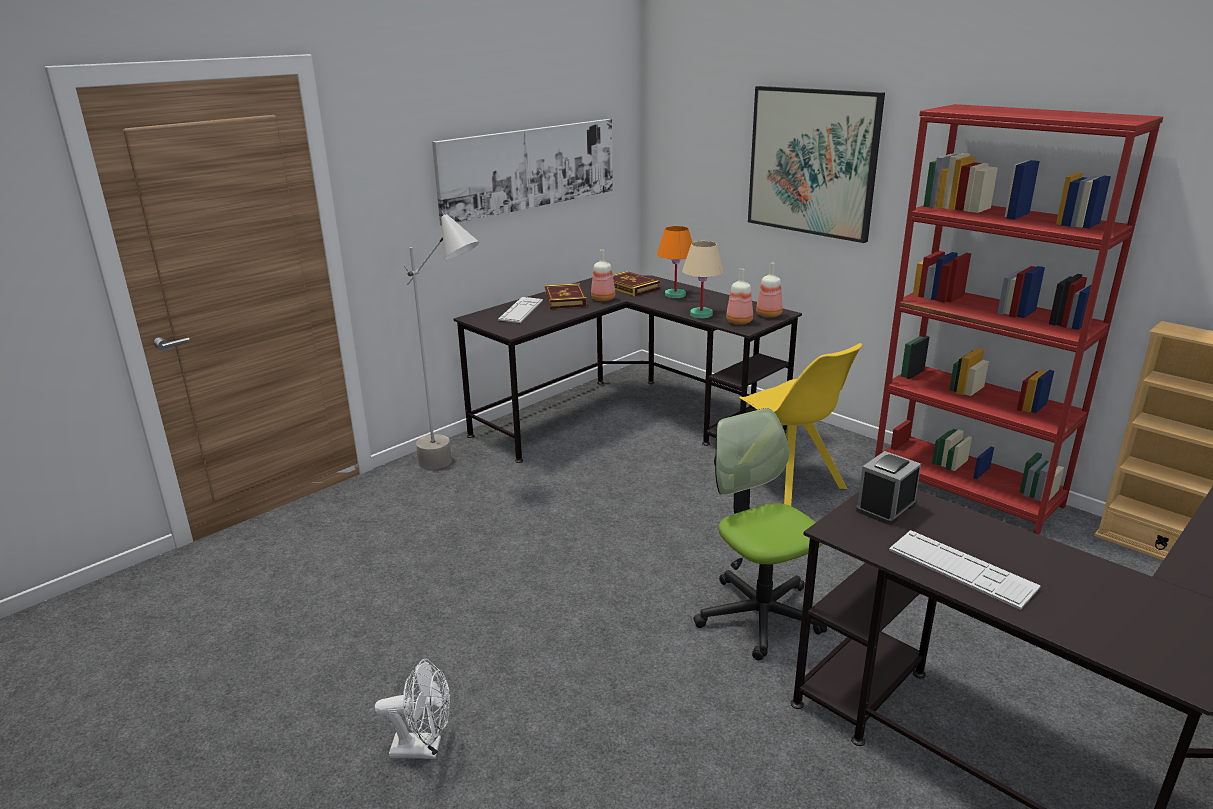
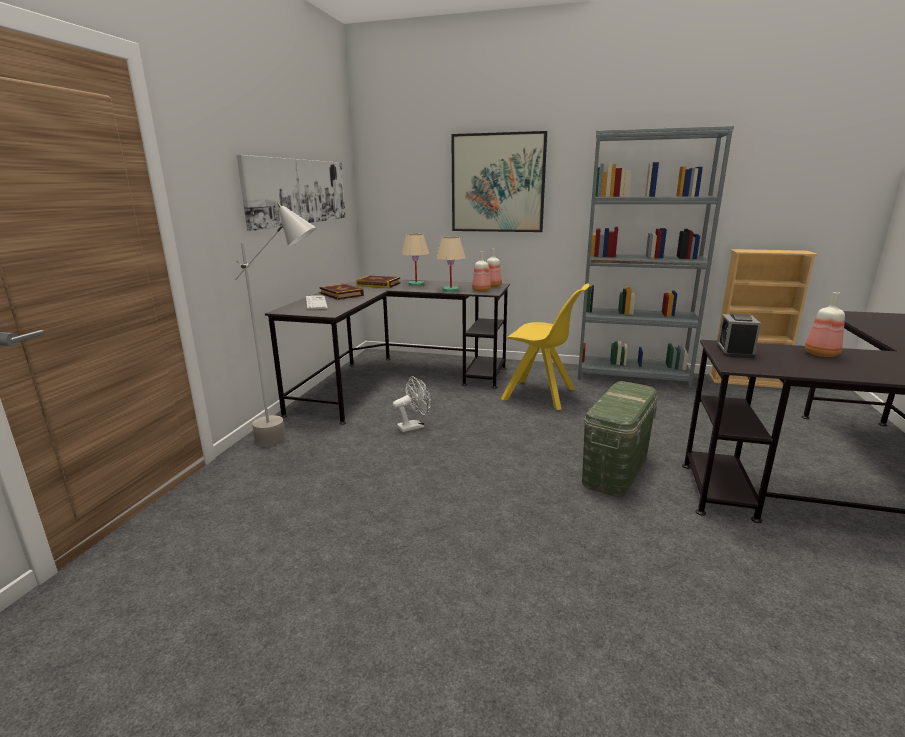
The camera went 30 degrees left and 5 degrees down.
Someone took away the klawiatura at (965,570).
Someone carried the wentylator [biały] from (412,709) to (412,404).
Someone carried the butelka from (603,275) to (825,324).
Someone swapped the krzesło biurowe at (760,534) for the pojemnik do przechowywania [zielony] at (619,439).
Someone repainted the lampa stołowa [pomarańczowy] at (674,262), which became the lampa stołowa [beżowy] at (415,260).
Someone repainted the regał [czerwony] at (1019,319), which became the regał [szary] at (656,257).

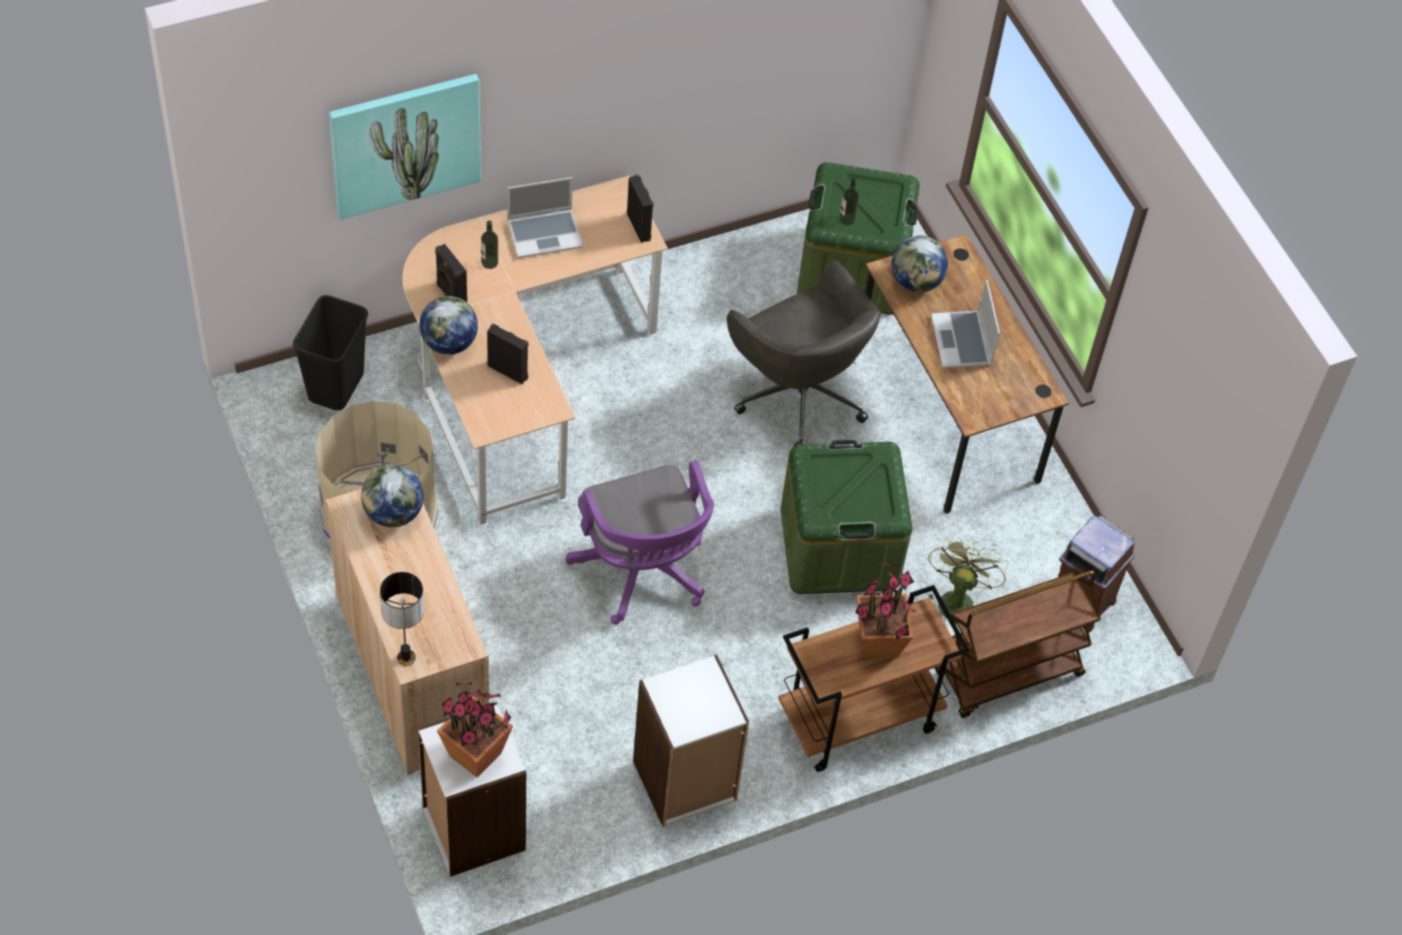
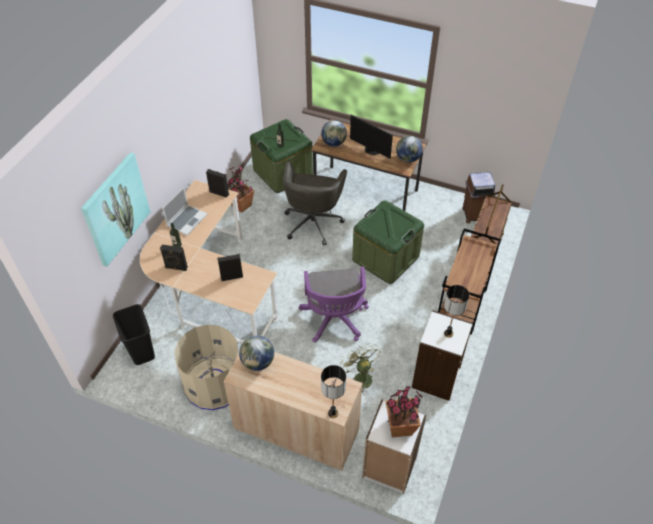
The camera went 40 degrees left and 5 degrees down.
Someone put down the lampa stołowa at (456,311).
Someone carried the globus from (448,325) to (409,149).
Someone carried the roślina doniczkowa from (885,610) to (241,189).
Someone carried the wentylator [zielony] from (968,579) to (360,368).
Someone swapped the laptop at (965,324) for the monitor at (371,136).
Someone rotated the krzesło biurowe [fioletowy] at (639,542) by 60 degrees clockwise.
Someone rotated the krzesło biurowe [szary] at (804,354) by 90 degrees clockwise.

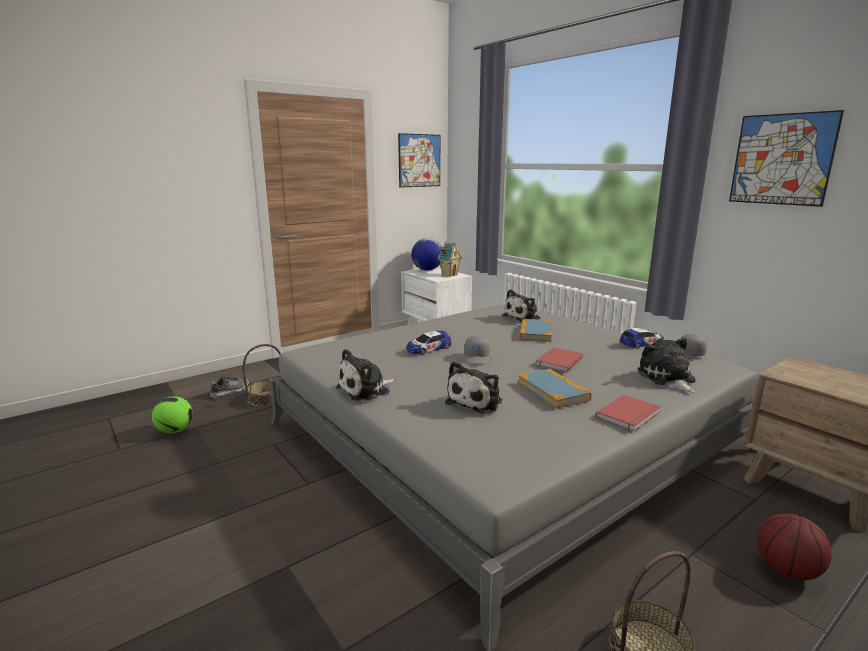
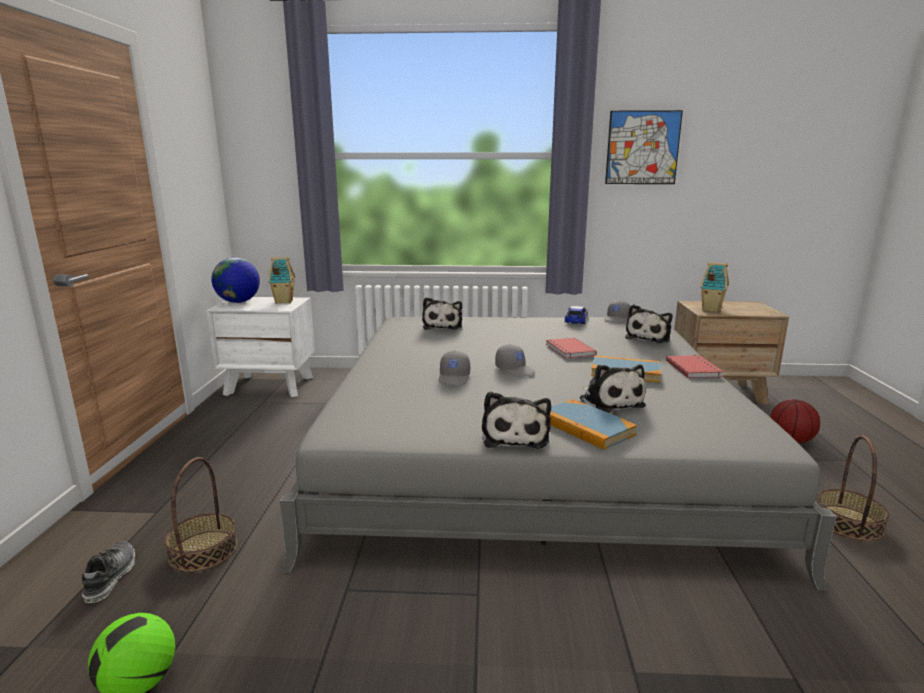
The camera went 50 degrees left and 0 degrees up.
Someone took away the obraz at (419,160).
Someone put down the domek at (714,287).
Someone carried the książka from (536,330) to (593,424).
Someone swapped the samochodzik at (428,342) for the czapka z daszkiem [szary] at (454,367).
Someone rotated the pluszak at (667,365) by 90 degrees counterclockwise.

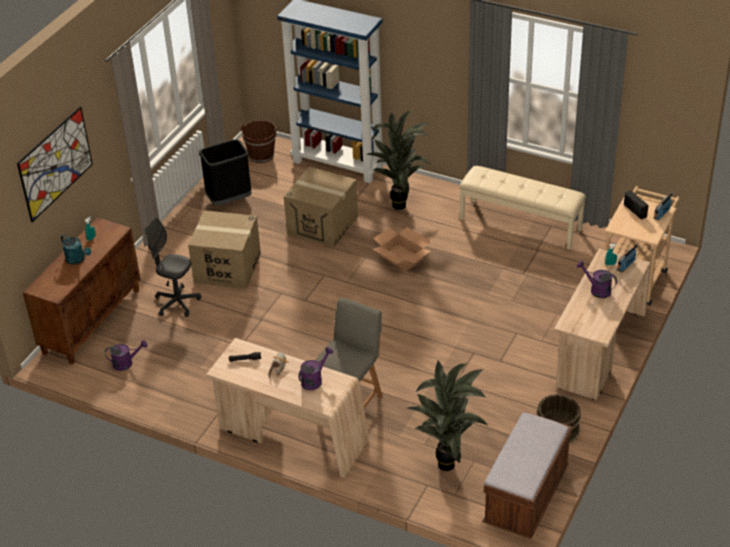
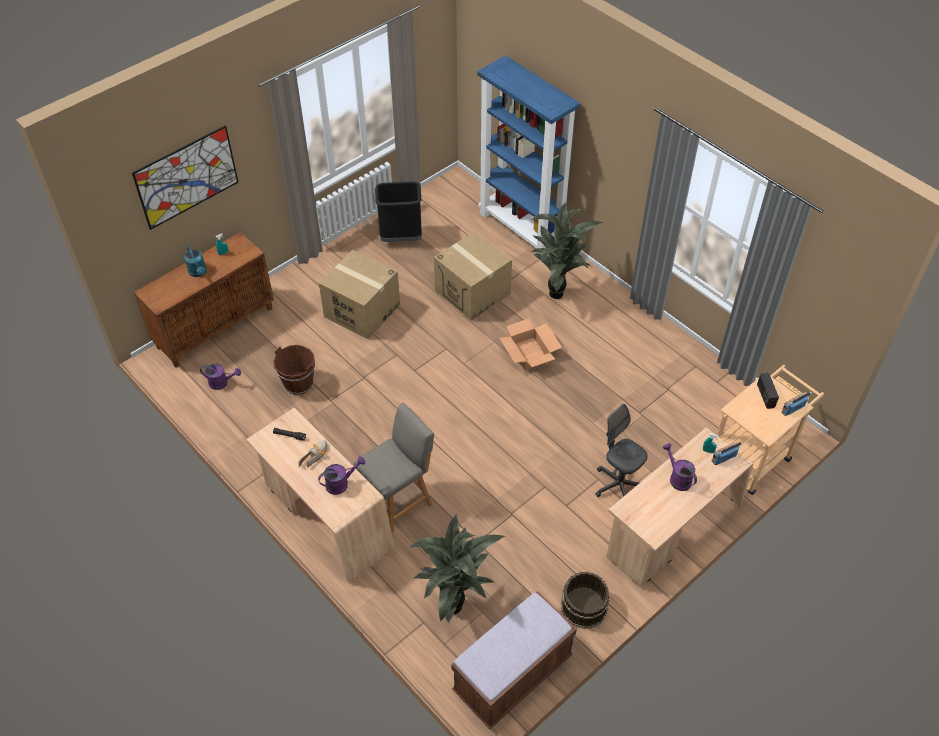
The camera went 20 degrees right and 10 degrees up.
Someone took away the ławka [beżowy] at (522,207).
Someone carried the krzesło biurowe [szary] from (172,267) to (621,450).
Someone carried the wiadro [brązowy] from (259,141) to (294,370).

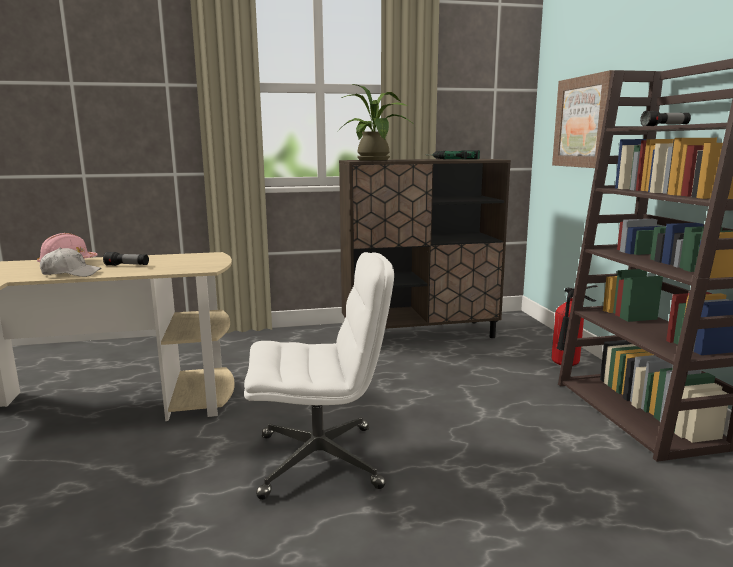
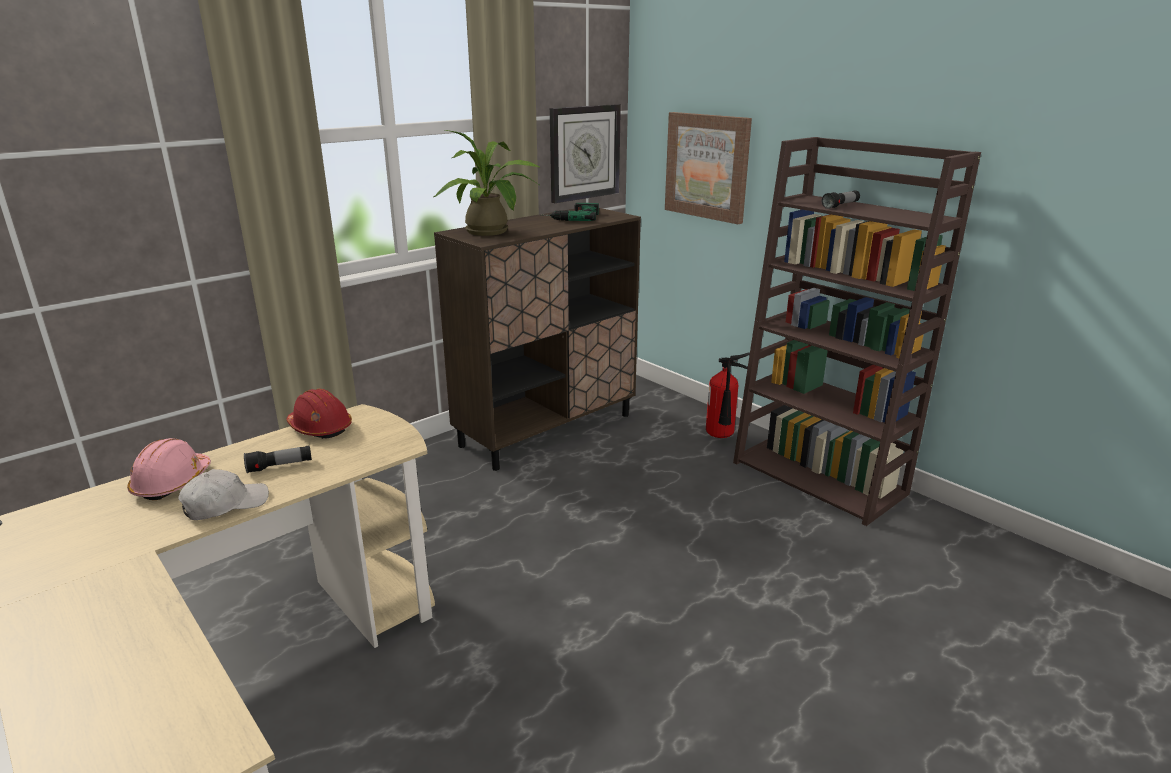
The camera went 30 degrees left and 10 degrees up.
Someone took away the krzesło biurowe [biały] at (319,376).
Someone put down the kask [czerwony] at (319,414).
Someone put up the zegar ścienny at (585,153).

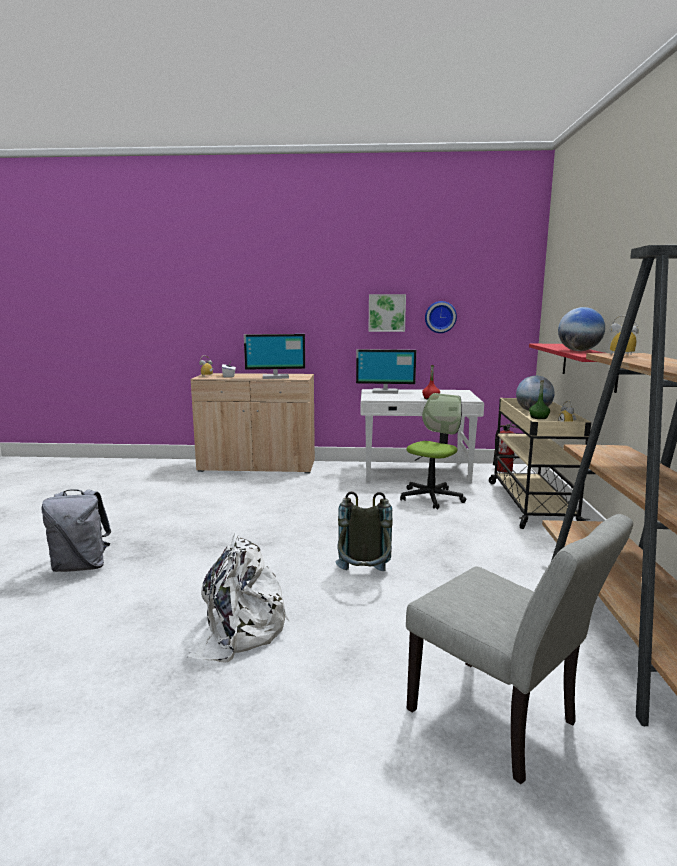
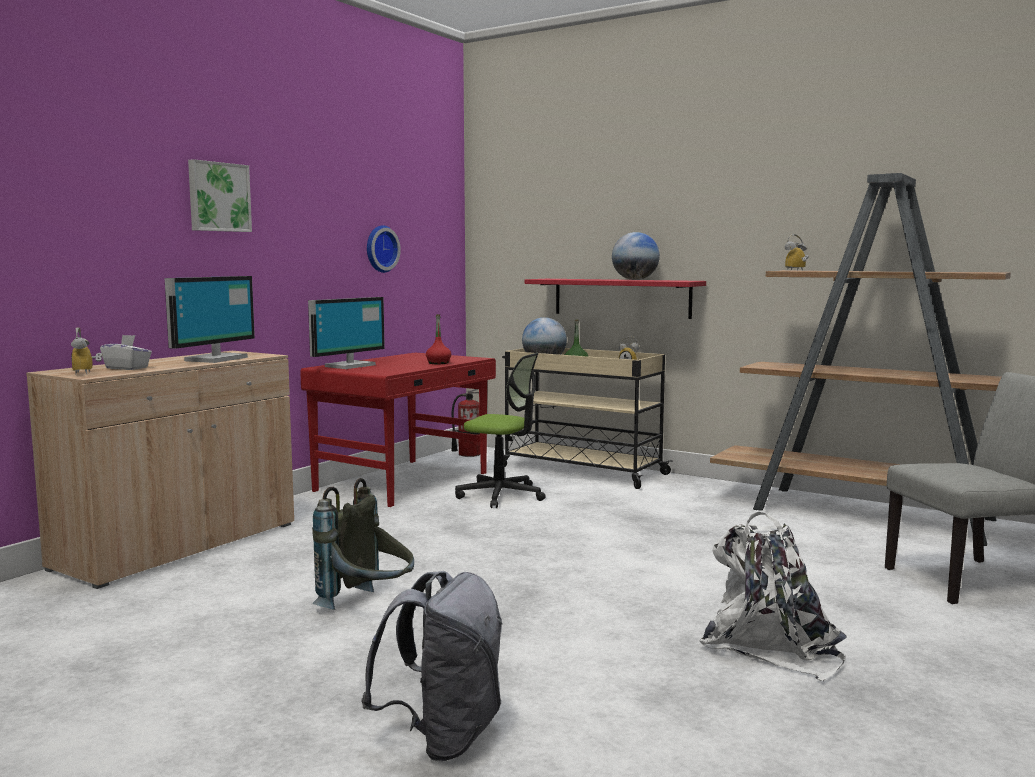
The camera went 60 degrees left and 5 degrees down.
Someone carried the plecak [szary] from (364,531) to (363,544).
Someone carried the obraz from (387,313) to (220,195).
Someone repainted the biurko [biały] at (422,436), which became the biurko [czerwony] at (398,430).
Someone rotated the krzesło biurowe at (433,451) by 135 degrees clockwise.

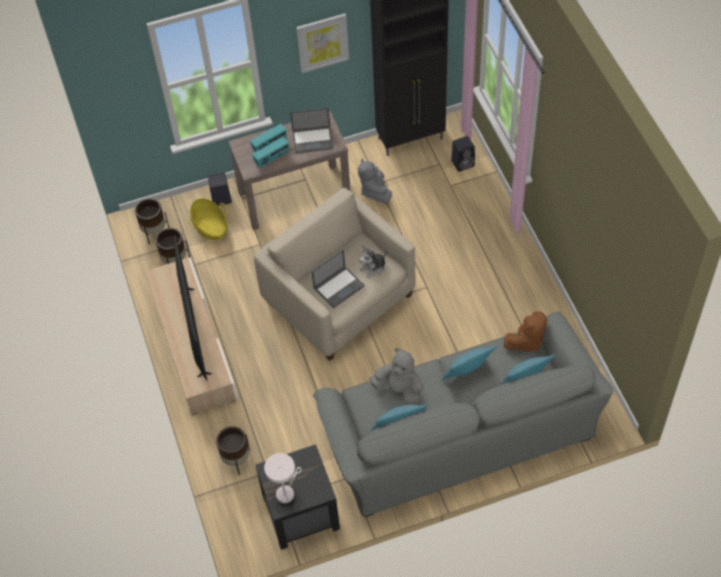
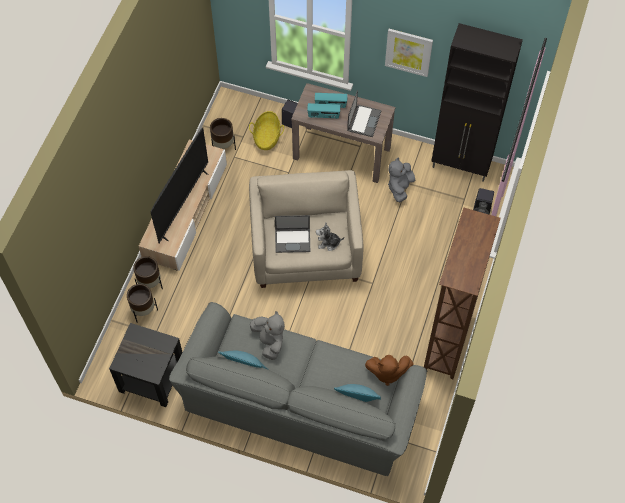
The camera went 35 degrees right and 5 degrees up.
Someone took away the lampa stołowa [biały] at (282,478).
Someone took away the poduszka [turkusowy] at (469,362).
Someone put down the regał [brązowy] at (462,293).
Someone carried the donica [brązowy] from (152,221) to (148,272).
Someone rotated the laptop at (311,131) by 105 degrees counterclockwise.

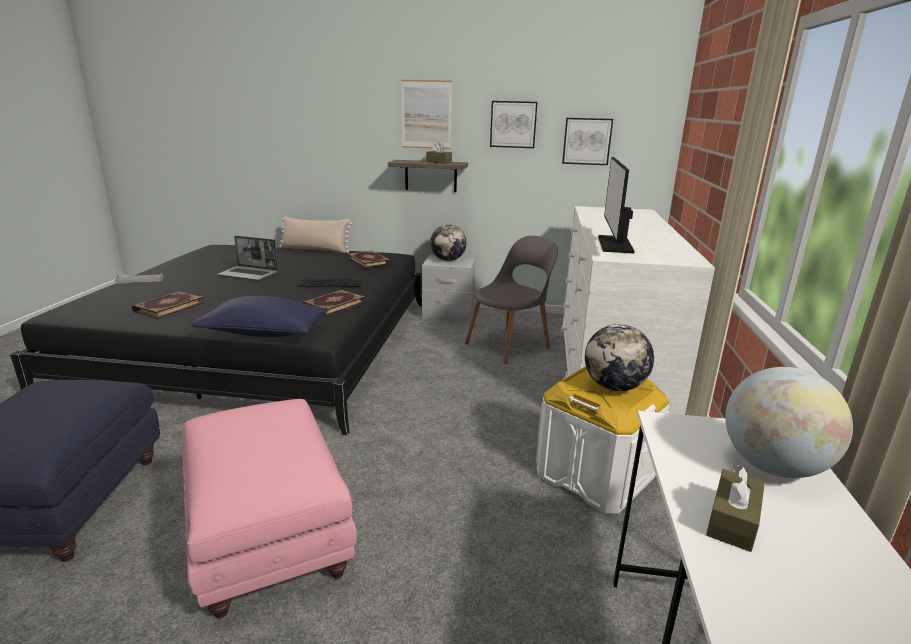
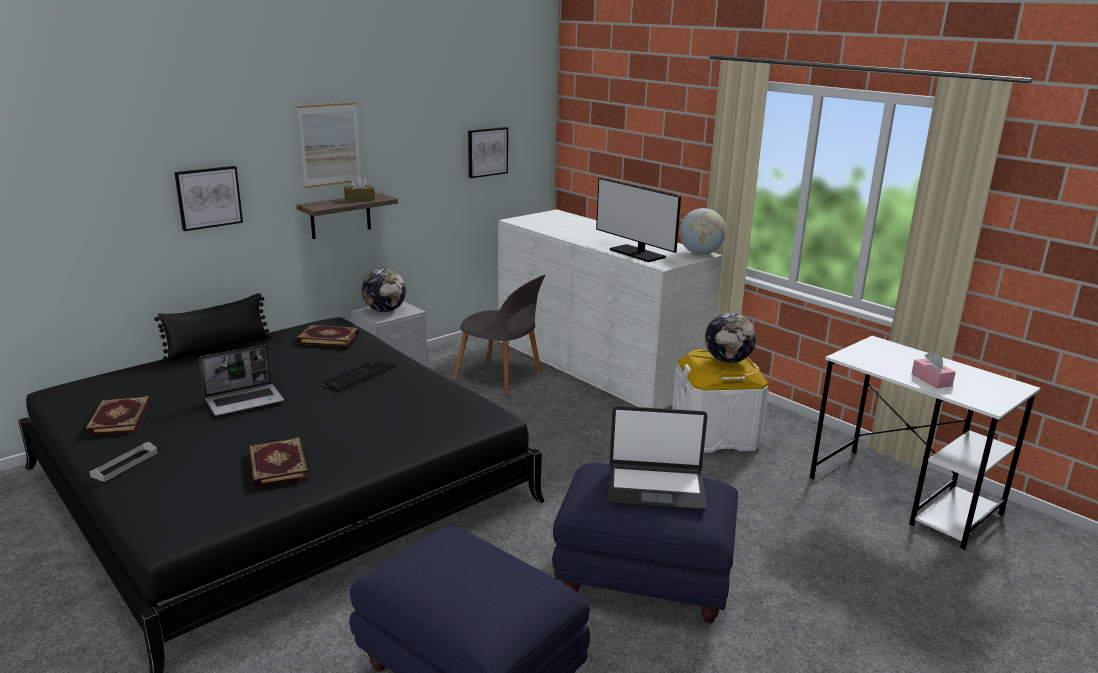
The camera went 50 degrees left and 0 degrees up.
Someone took away the poduszka [niebieski] at (259,316).
Someone put down the laptop at (657,458).
Someone carried the książka from (334,303) to (117,416).
Someone carried the obraz from (514,124) to (208,198).
Someone carried the globus from (789,422) to (702,231).
Someone repainted the pufa [różowy] at (269,508), which became the pufa [niebieski] at (645,543).
Someone repainted the poduszka [beżowy] at (315,234), which became the poduszka [czarny] at (213,327).
Someone repainted the pudełko chusteczek [brązowy] at (735,508), which became the pudełko chusteczek [różowy] at (933,370).
Someone rotated the krzesło [szary] at (511,300) by 120 degrees clockwise.

